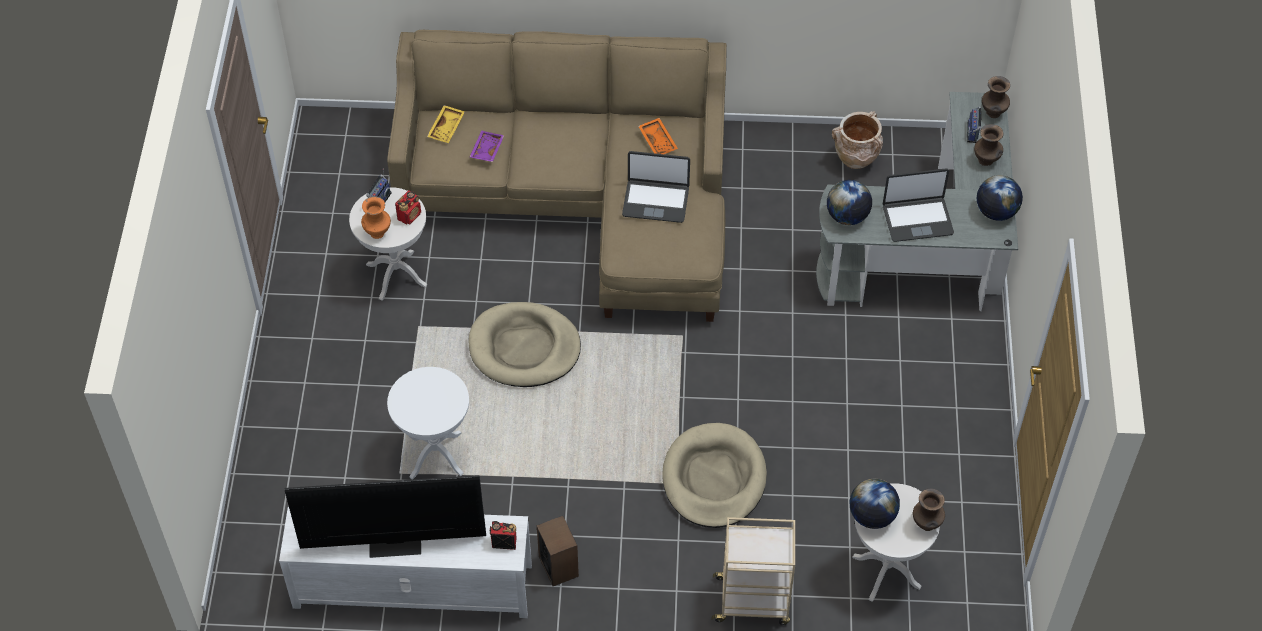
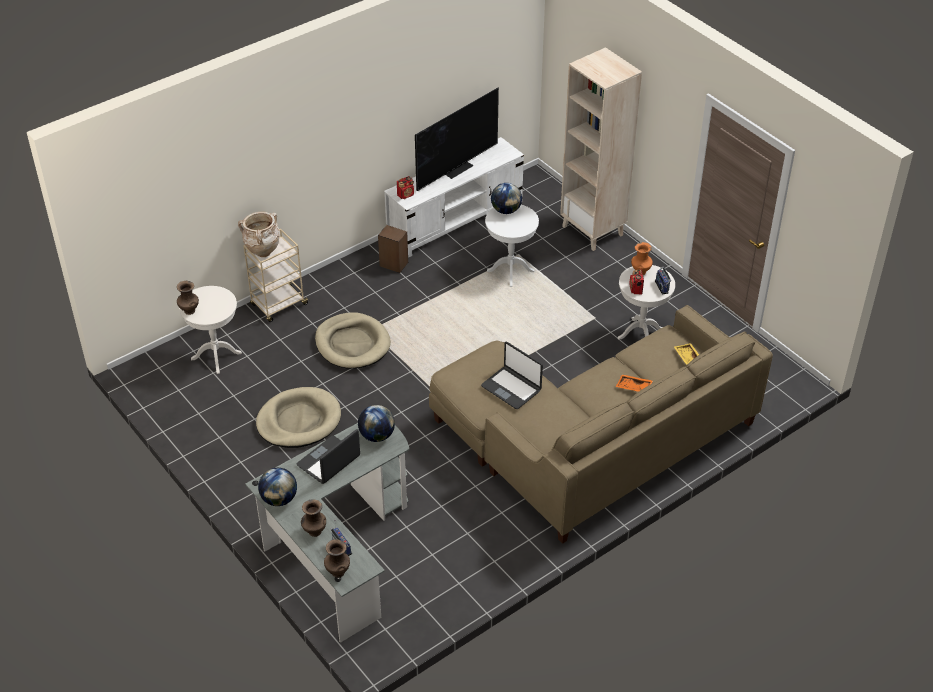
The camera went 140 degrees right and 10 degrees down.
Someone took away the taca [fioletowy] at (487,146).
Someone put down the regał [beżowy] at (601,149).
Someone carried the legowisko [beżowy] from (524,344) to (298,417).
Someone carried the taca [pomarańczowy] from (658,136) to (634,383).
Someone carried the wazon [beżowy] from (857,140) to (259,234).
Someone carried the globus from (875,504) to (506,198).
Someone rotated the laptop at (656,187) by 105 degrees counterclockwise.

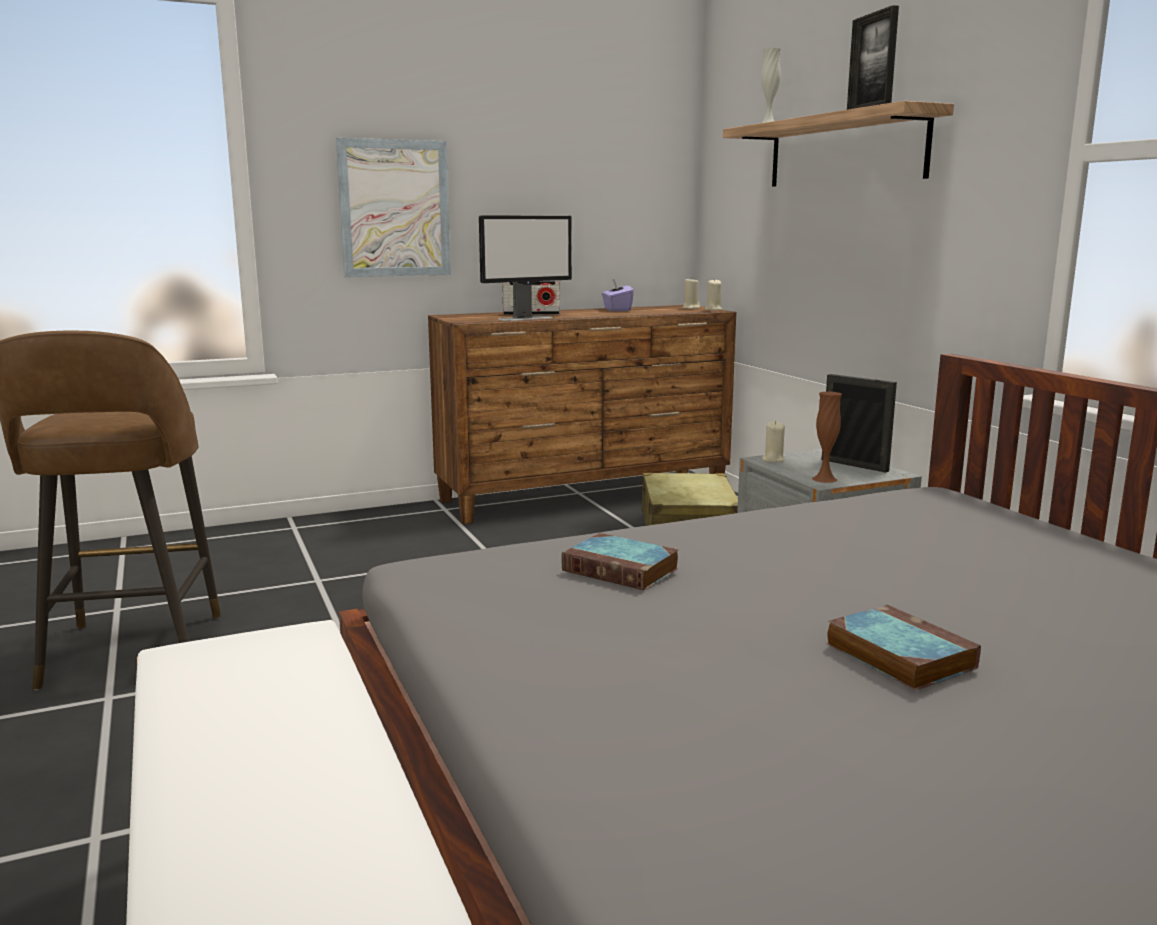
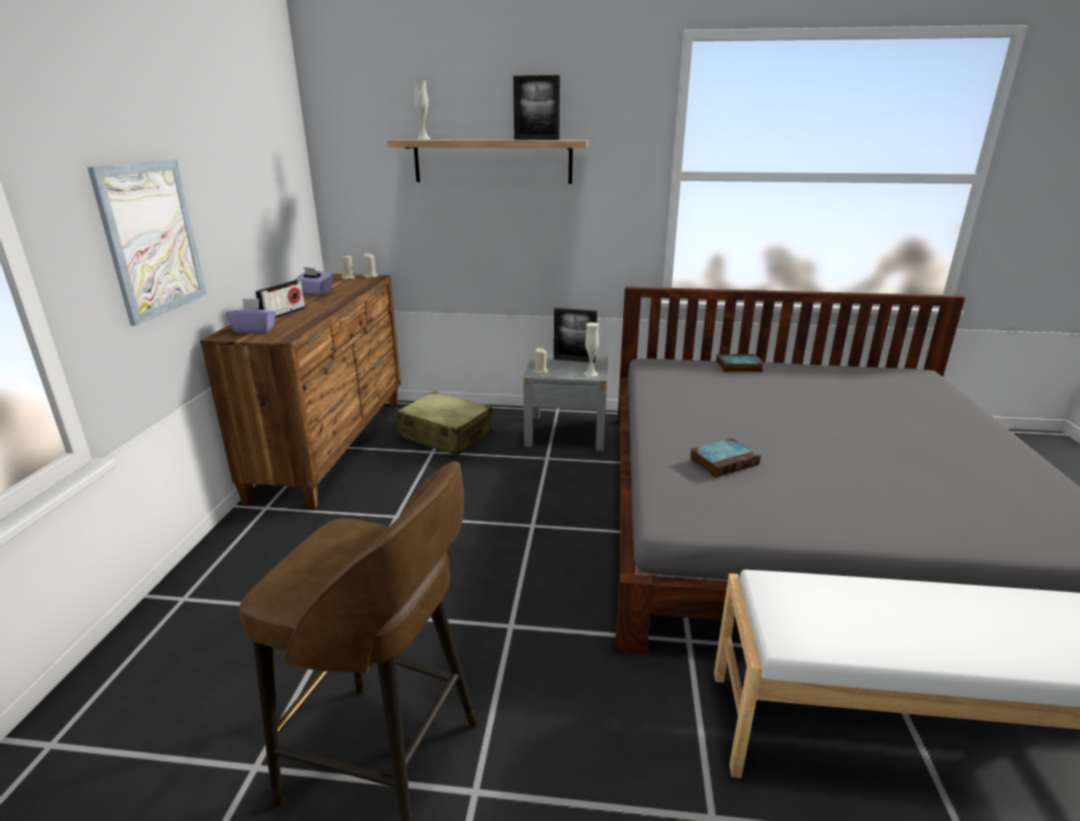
The camera went 60 degrees left and 10 degrees up.
Someone took away the monitor at (525,268).
Someone put down the pudełko chusteczek [fioletowy] at (251,315).
Someone carried the książka from (903,647) to (740,363).
Someone repainted the wazon [brązowy] at (827,437), which became the wazon [biały] at (591,349).
Someone rotated the ramka na zdjęcie at (859,423) by 150 degrees counterclockwise.

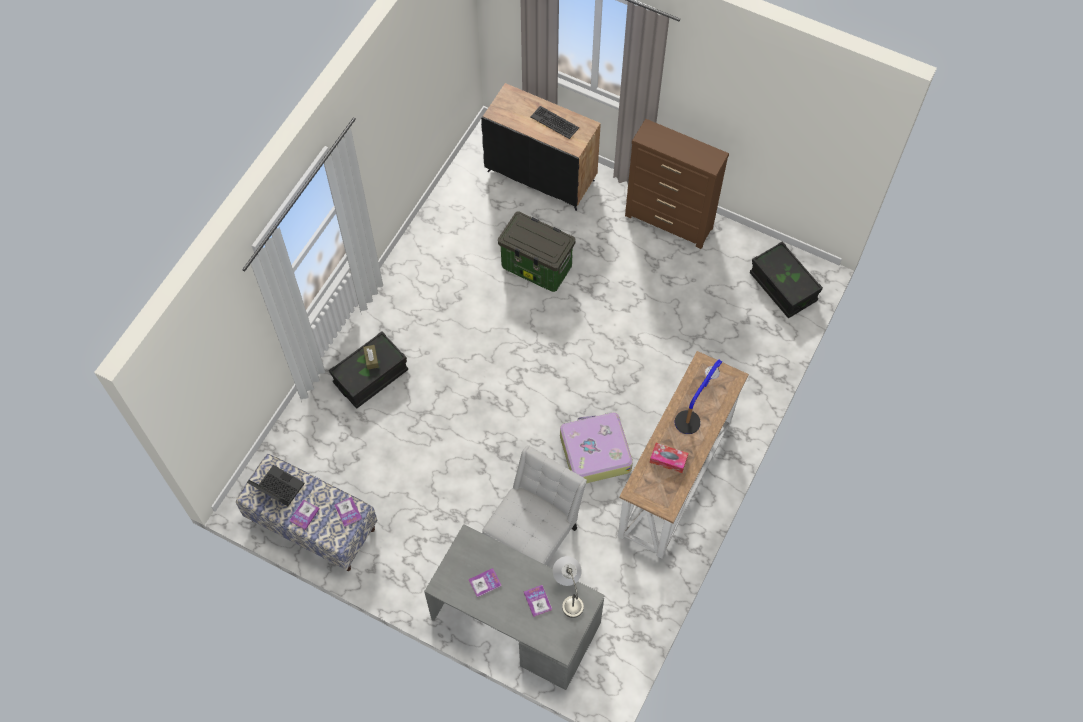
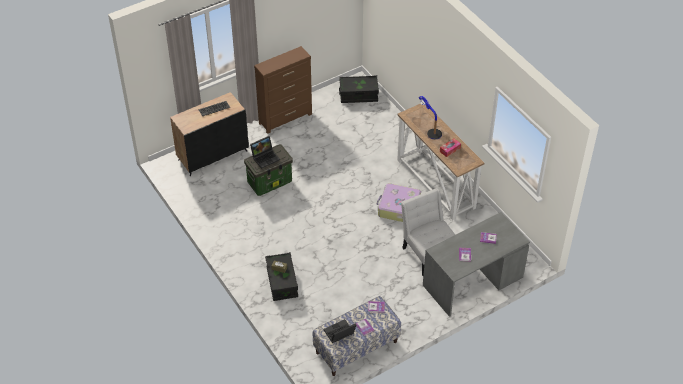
The camera went 60 degrees left and 15 degrees down.
Someone took away the lampa stołowa [szary] at (568,587).
Someone put down the laptop at (265,152).

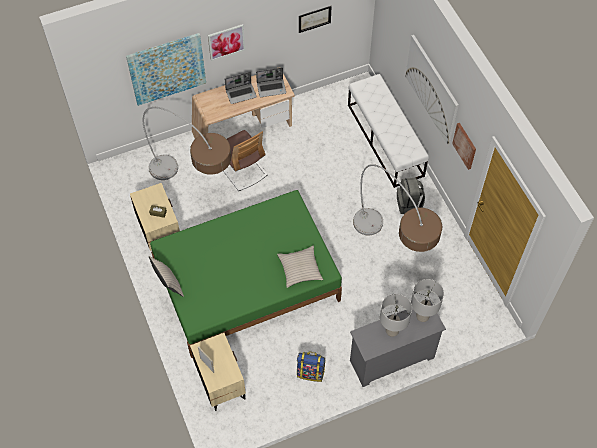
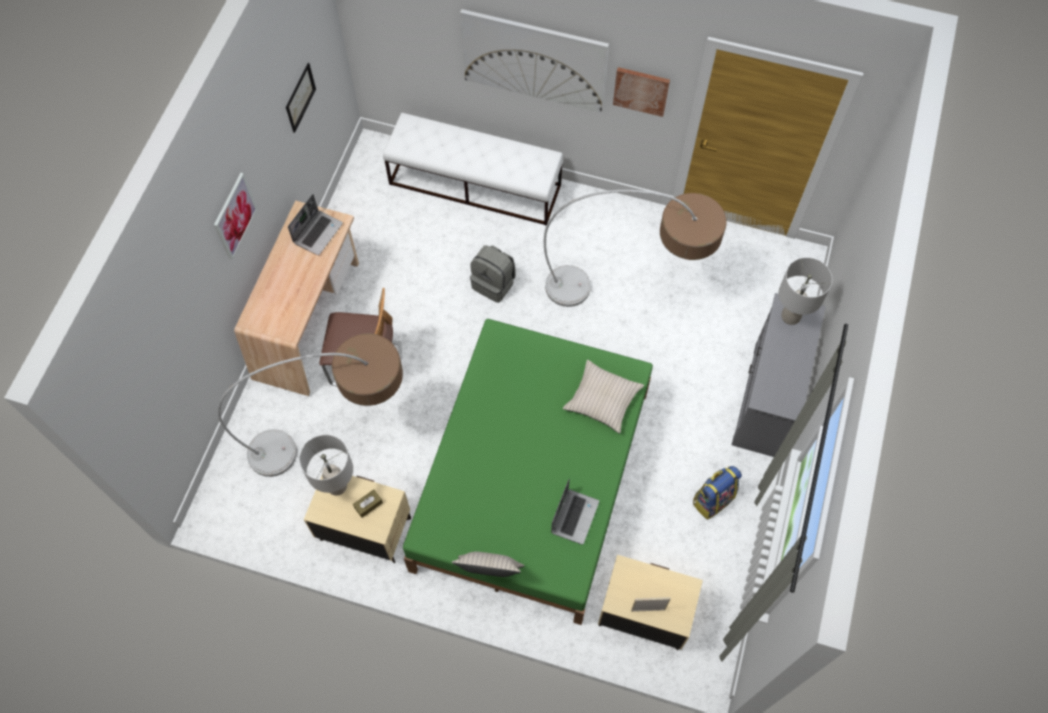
The camera went 50 degrees left and 5 degrees up.
Someone took away the obraz at (166,69).
Someone carried the laptop from (241,88) to (575,512).
Someone carried the lampa stołowa [szary] from (396,315) to (326,465).
Someone carried the plecak [szary] from (411,195) to (493,274).

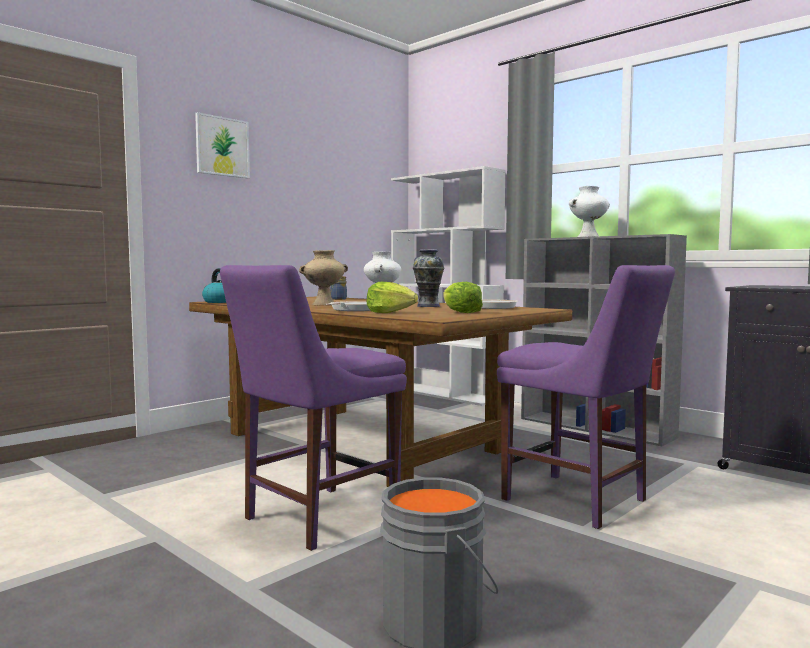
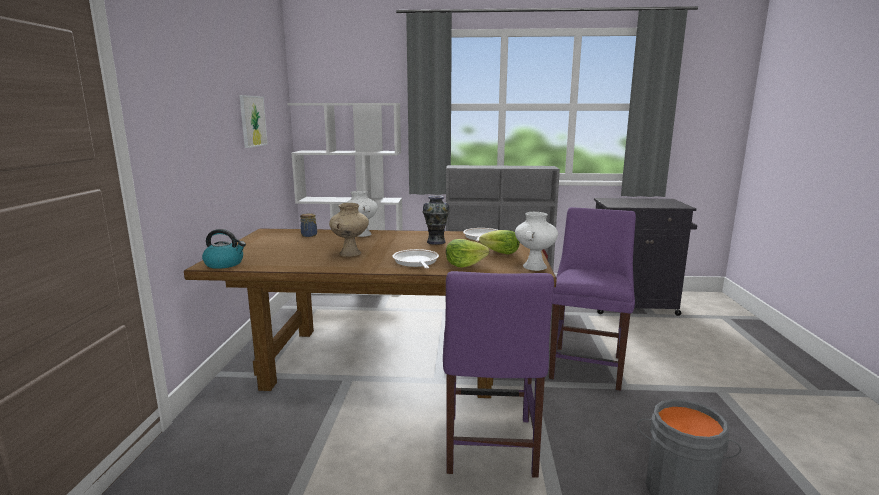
The camera went 40 degrees left and 10 degrees up.
Someone carried the obraz from (222,145) to (253,121).
Someone carried the wazon [biały] from (589,211) to (536,241).
Someone rotated the krzesło [fioletowy] at (586,397) by 75 degrees counterclockwise.

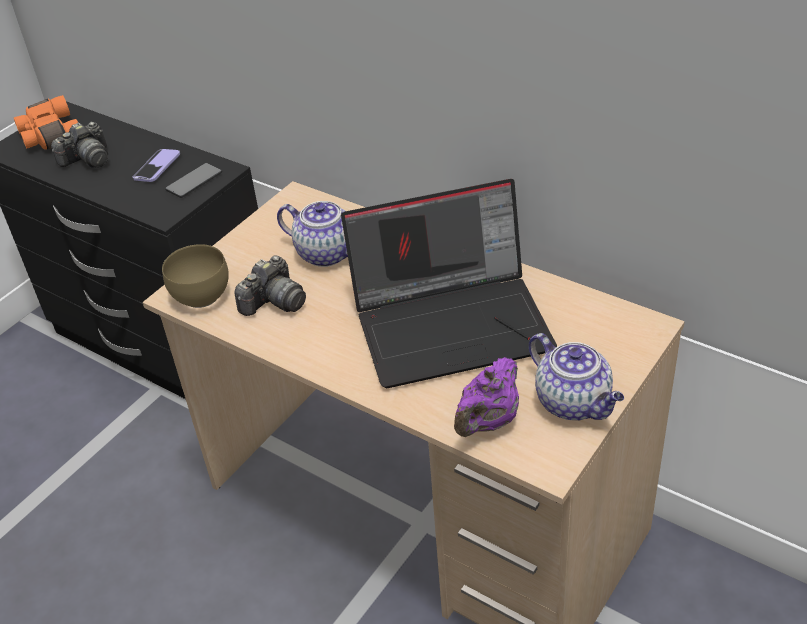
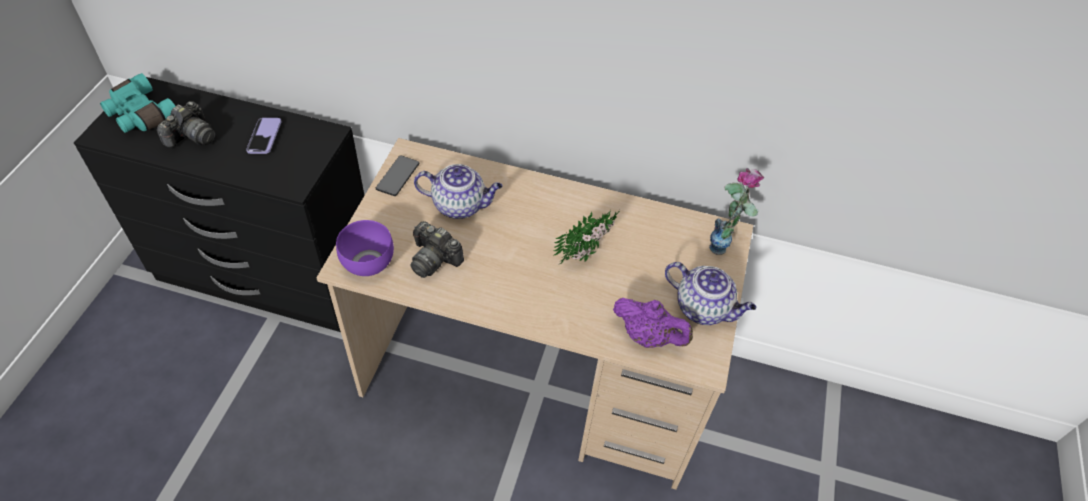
The camera went 25 degrees left and 10 degrees up.
Someone put down the wazon at (736,211).
Someone carried the telefon from (193,180) to (397,175).
Someone swapped the laptop at (449,283) for the roślina doniczkowa at (586,237).
Someone repainted the lornetka [pomarańczowy] at (46,122), which became the lornetka [turkusowy] at (138,103).
Someone repainted the miska [brązowy] at (195,276), which became the miska [fioletowy] at (365,248).
Someone rotated the aparat fotograficzny at (270,286) by 105 degrees clockwise.
Someone rotated the imbryk [fioletowy] at (486,397) by 75 degrees counterclockwise.

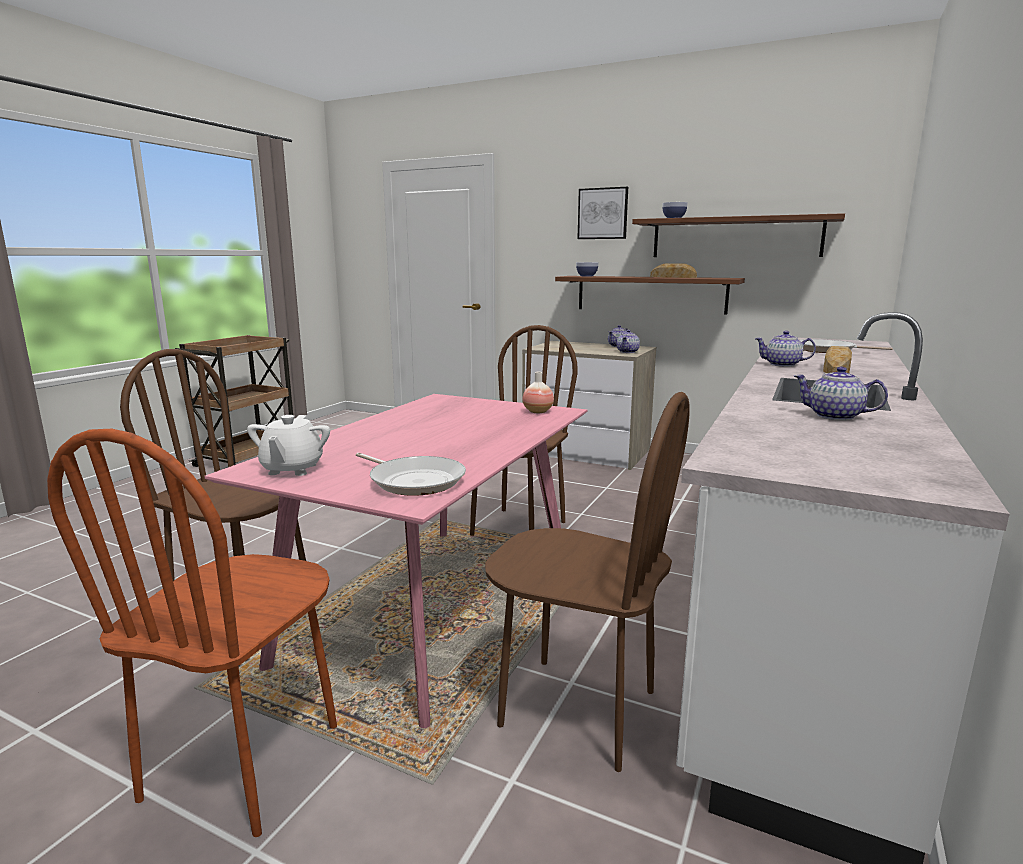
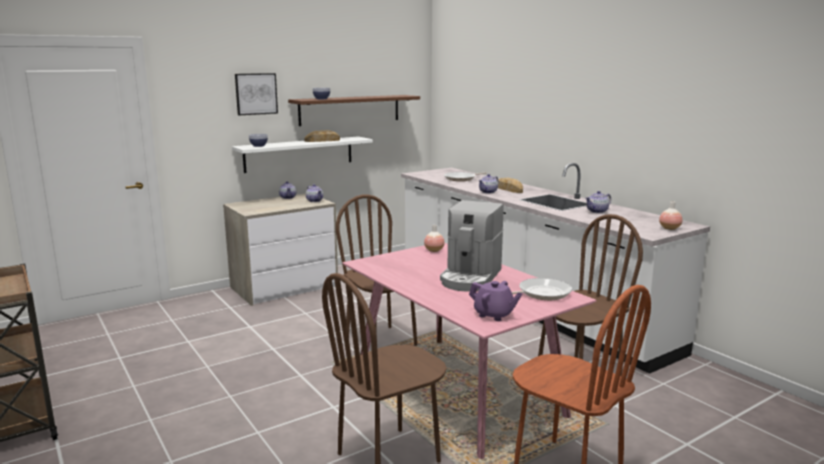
The camera went 60 degrees left and 0 degrees up.
Someone put down the ekspres do kawy at (472,245).
Someone put down the wazon at (670,215).
Someone repainted the imbryk [biały] at (288,445), which became the imbryk [fioletowy] at (495,301).
Someone repainted the półka [brązowy] at (650,295), which became the półka [biały] at (302,154).

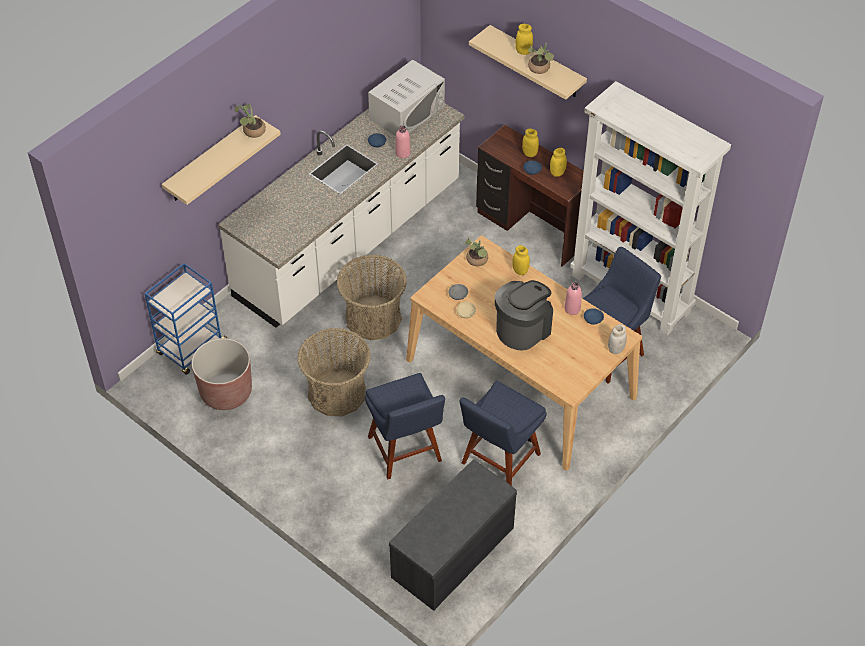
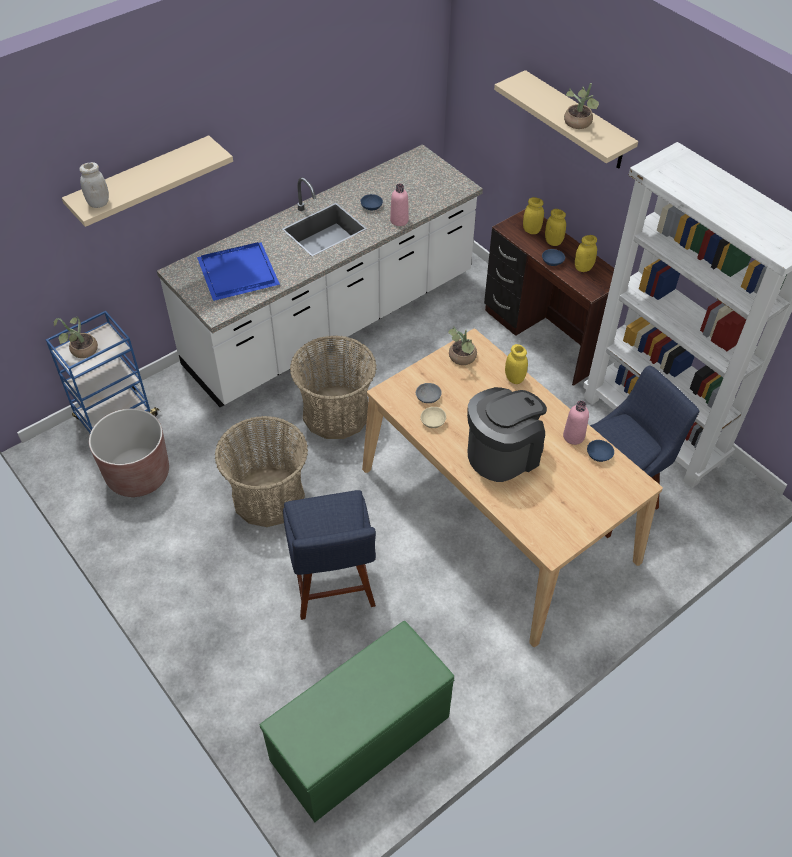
The camera went 10 degrees right and 0 degrees up.
Someone took away the mikrofalówka [biały] at (406,98).
Someone took away the krzesło [niebieski] at (503,433).
Someone put down the taca [niebieski] at (238,271).
Someone carried the roślina doniczkowa from (250,120) to (76,337).
Someone carried the słoik [żółty] from (524,39) to (533,215).
Someone carried the słoik [biały] from (617,339) to (94,185).
Someone repainted the ławka [szary] at (453,535), which became the ławka [zielony] at (357,721).

